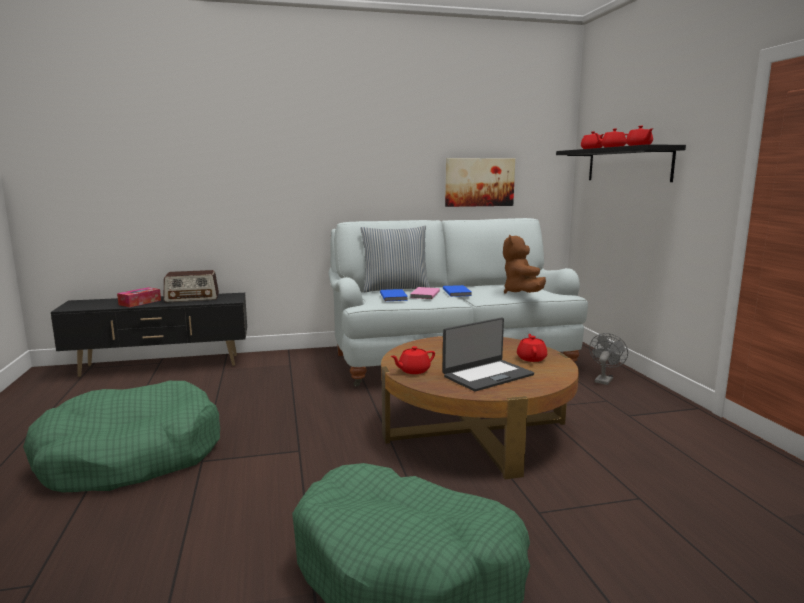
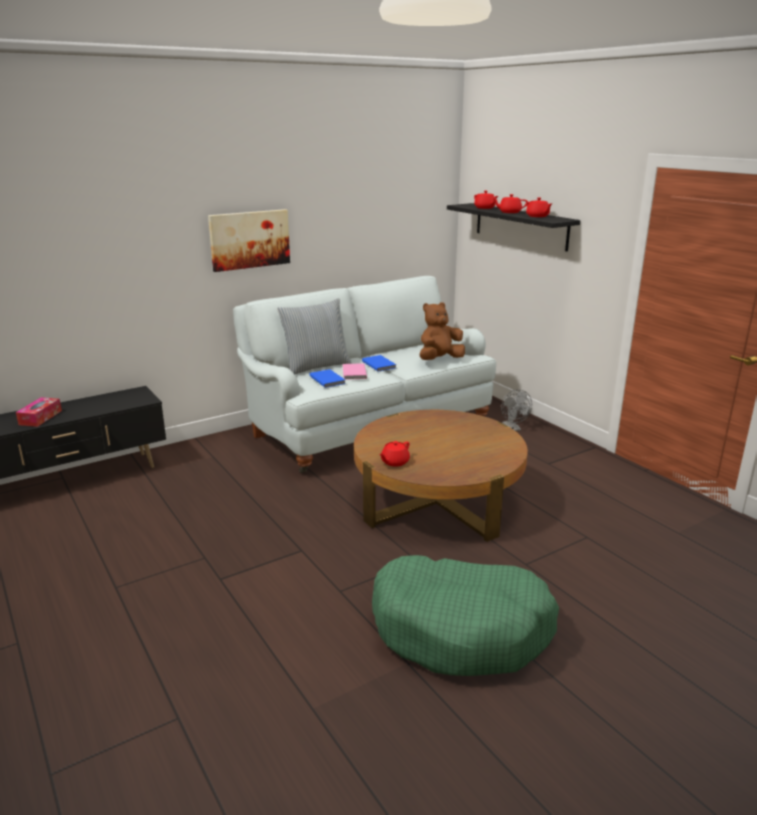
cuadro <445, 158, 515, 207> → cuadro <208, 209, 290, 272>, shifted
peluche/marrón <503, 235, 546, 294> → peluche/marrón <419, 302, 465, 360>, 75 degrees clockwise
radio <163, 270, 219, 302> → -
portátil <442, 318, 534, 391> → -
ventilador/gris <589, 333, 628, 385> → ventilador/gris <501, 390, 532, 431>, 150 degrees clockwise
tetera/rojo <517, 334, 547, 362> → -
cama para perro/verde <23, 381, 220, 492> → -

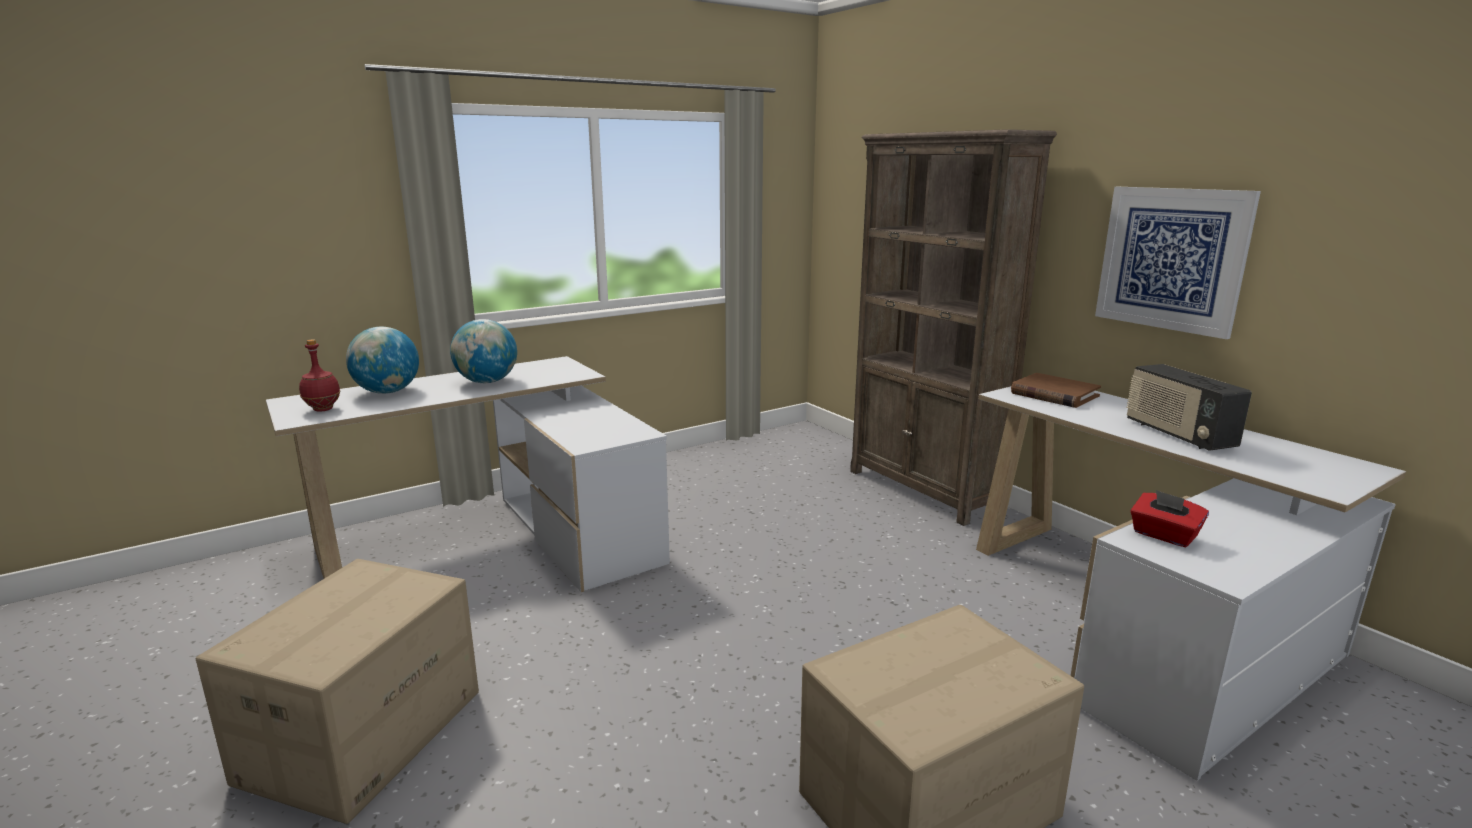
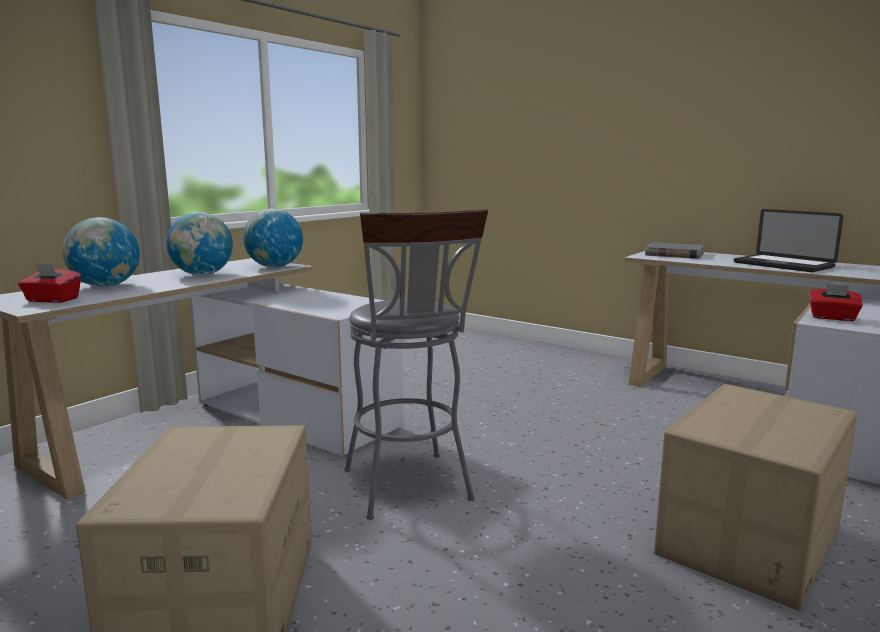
estantería/marrón <850, 129, 1057, 526> → -
cuadro <1095, 187, 1261, 339> → -
botella/rojo <299, 339, 341, 412> → caja de pañuelos/rojo <18, 263, 81, 303>
radio <1126, 364, 1252, 451> → portátil <734, 209, 844, 272>
libro/marrón <1011, 373, 1101, 408> → libro/gris <645, 242, 704, 259>
- → globo terráqueo <243, 208, 303, 267>
- → taburete/gris <344, 209, 488, 520>

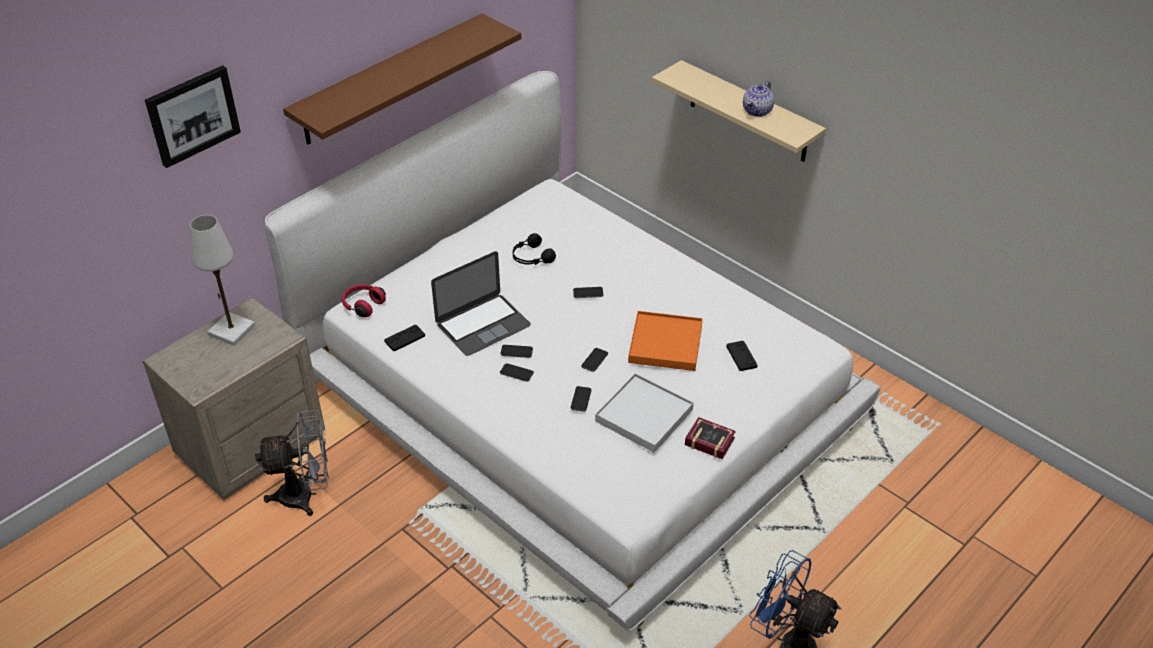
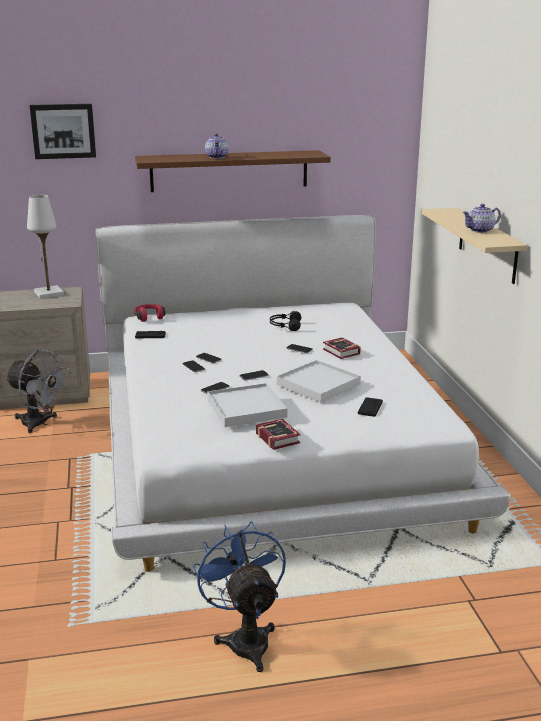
portátil <431, 251, 531, 356> → -
bandeja/naranja <628, 311, 703, 371> → bandeja/blanco <277, 360, 361, 402>
- → tetera <205, 133, 229, 159>
- → libro <323, 338, 361, 359>

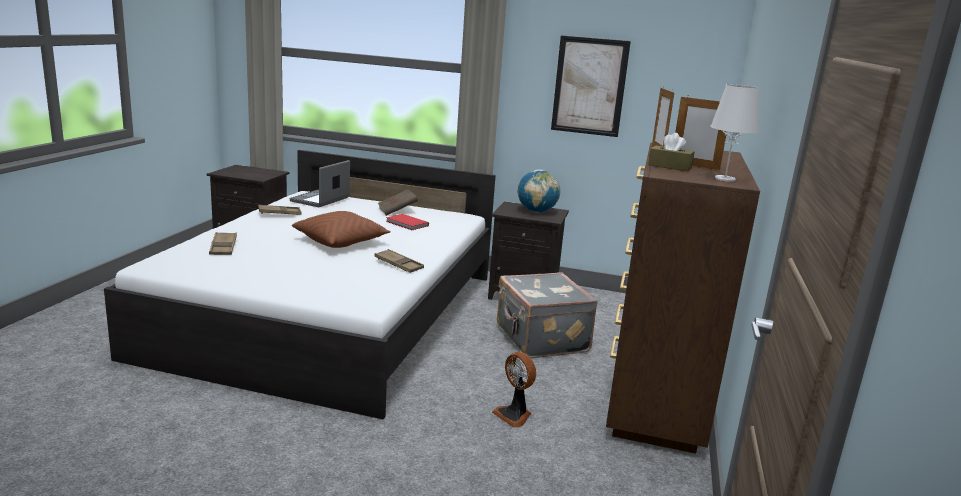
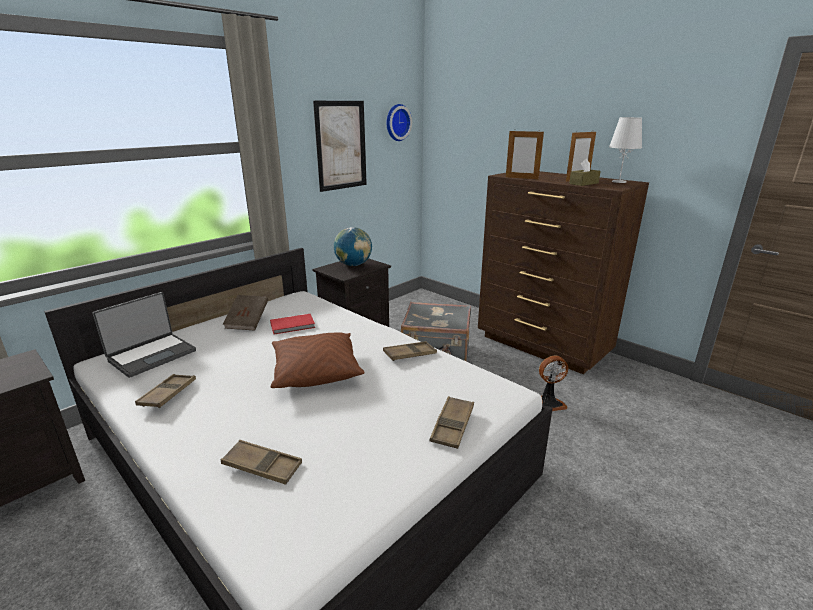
portátil <289, 160, 350, 207> → portátil <92, 292, 196, 378>, 105 degrees counterclockwise
- → reloj de pared <386, 104, 412, 141>
- → bandeja/marrón <430, 396, 474, 449>

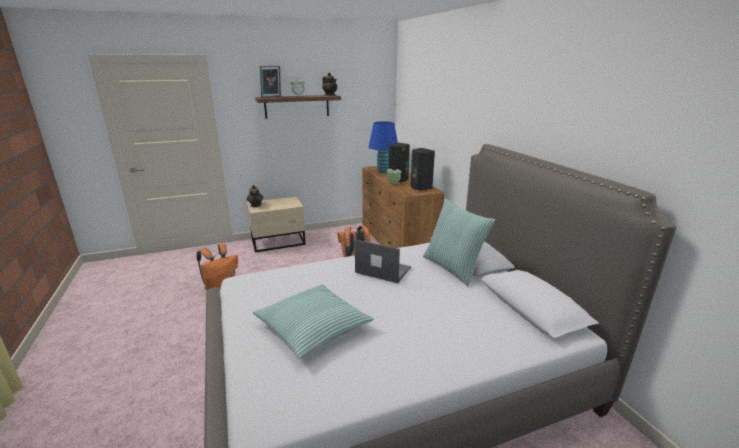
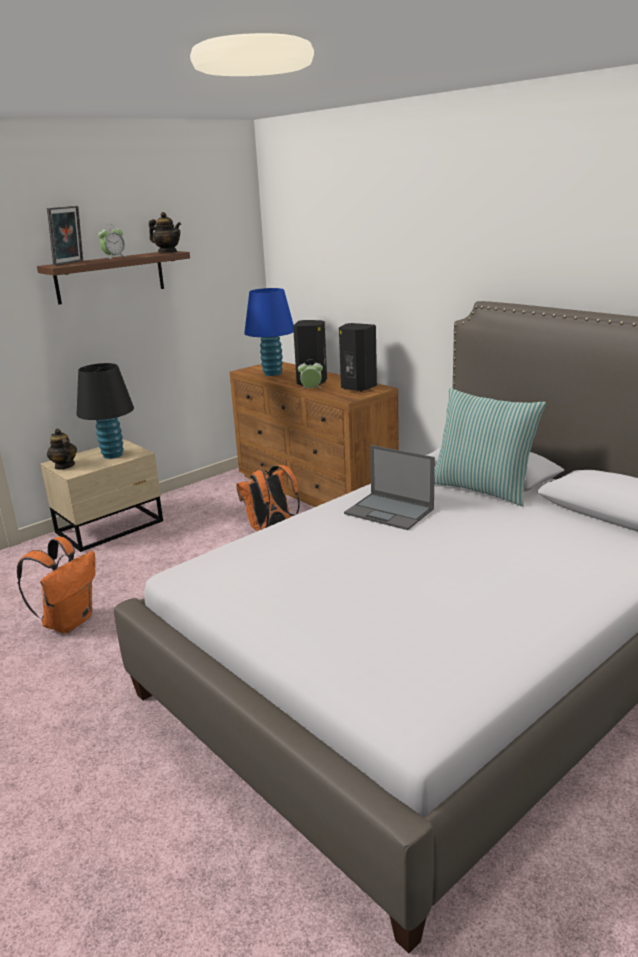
portátil <355, 239, 411, 283> → portátil <344, 445, 435, 530>, 150 degrees counterclockwise
cojín <253, 284, 374, 359> → -
- → lámpara de mesa/negro <77, 363, 134, 459>

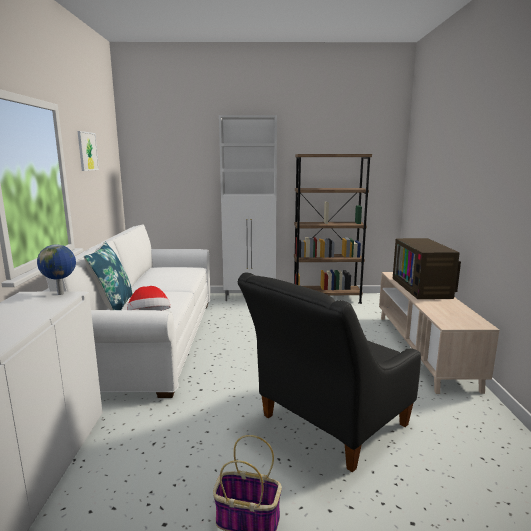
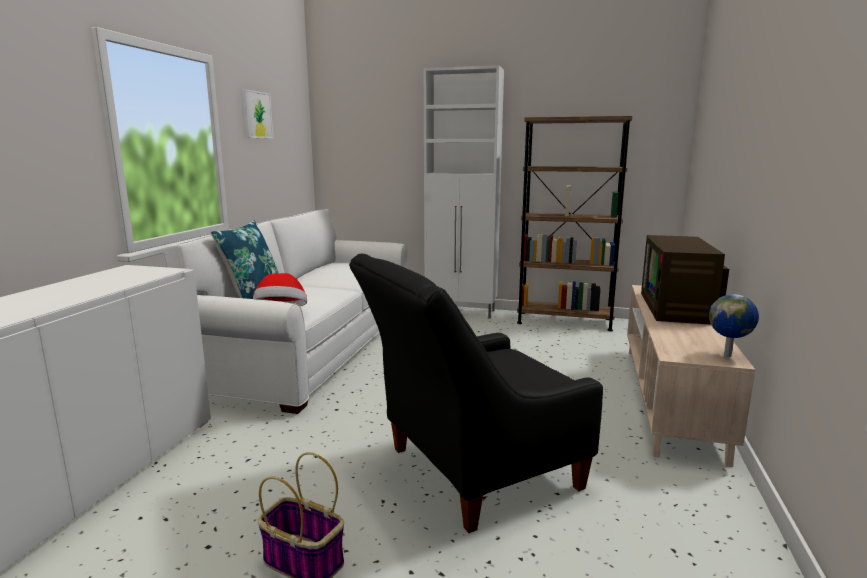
globo terráqueo <37, 245, 76, 295> → globo terráqueo <709, 294, 759, 357>, shifted

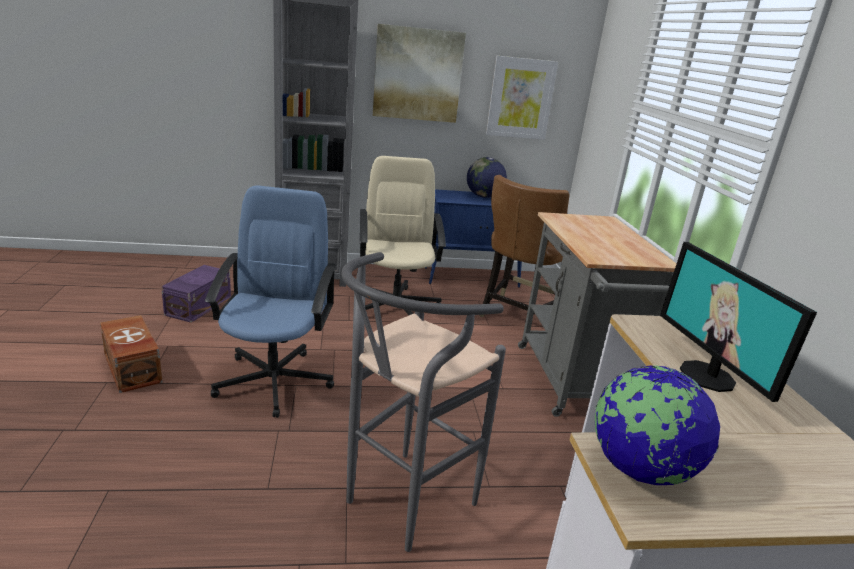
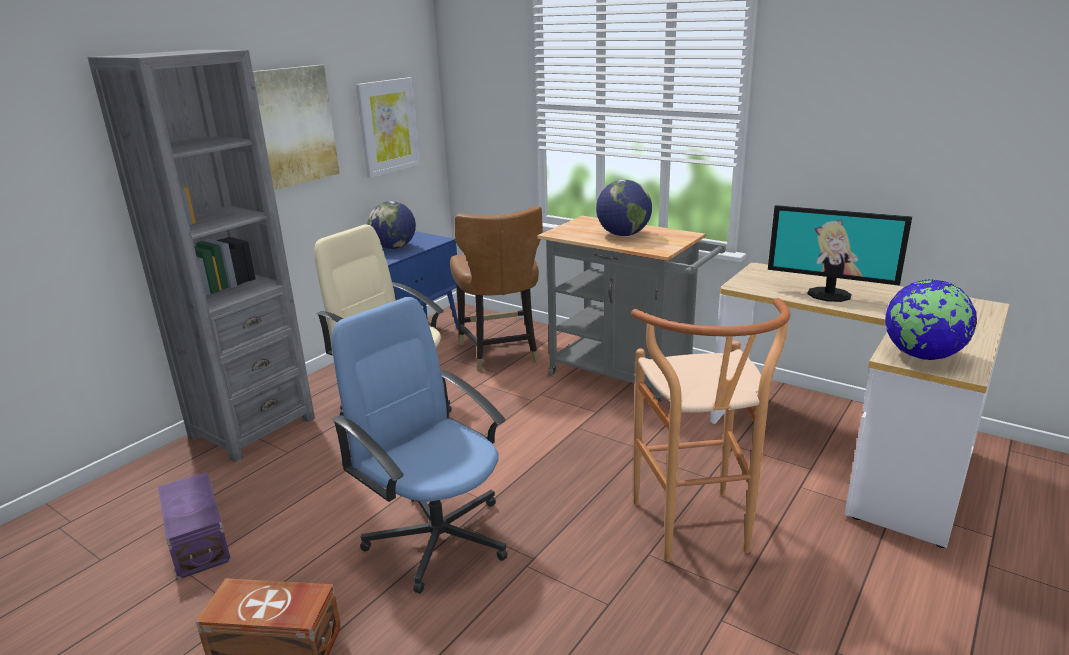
taburete/gris <341, 252, 506, 552> → taburete/marrón <631, 298, 791, 562>
- → globo terráqueo <596, 180, 652, 236>

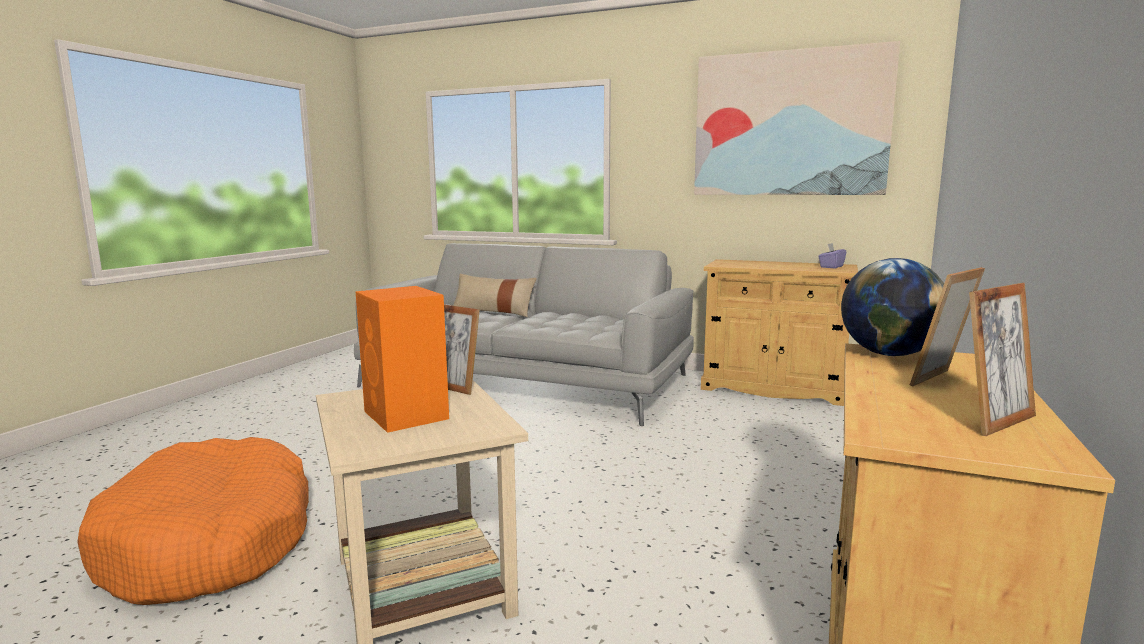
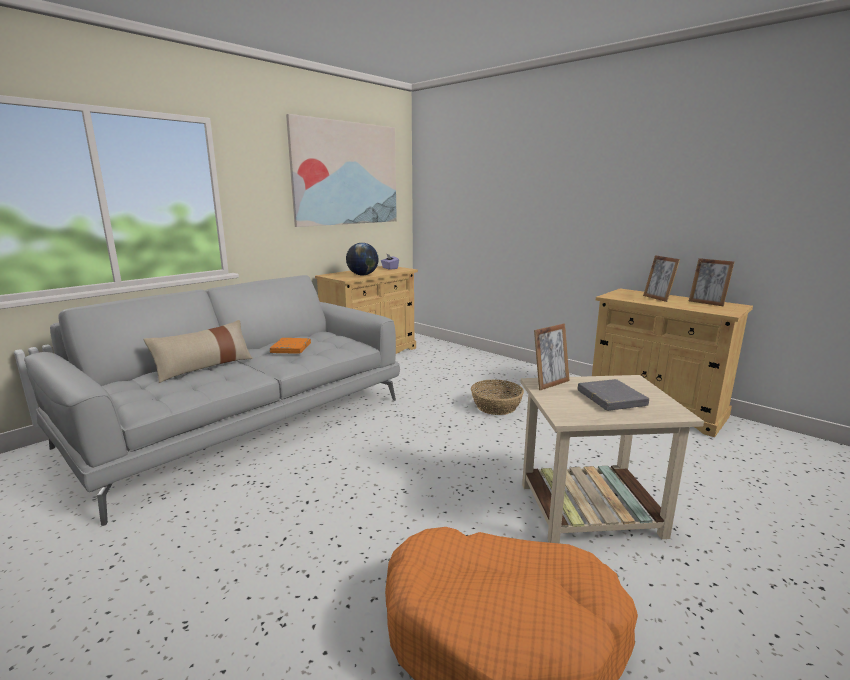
globo terráqueo <841, 258, 944, 356> → globo terráqueo <346, 243, 379, 275>, shifted
portarretratos <969, 283, 1036, 436> → portarretratos <689, 258, 735, 307>, 150 degrees clockwise
altavoz/naranja <356, 286, 449, 433> → libro/gris <577, 379, 649, 411>
- → libro/naranja <270, 338, 311, 354>
- → cesta <471, 379, 524, 415>

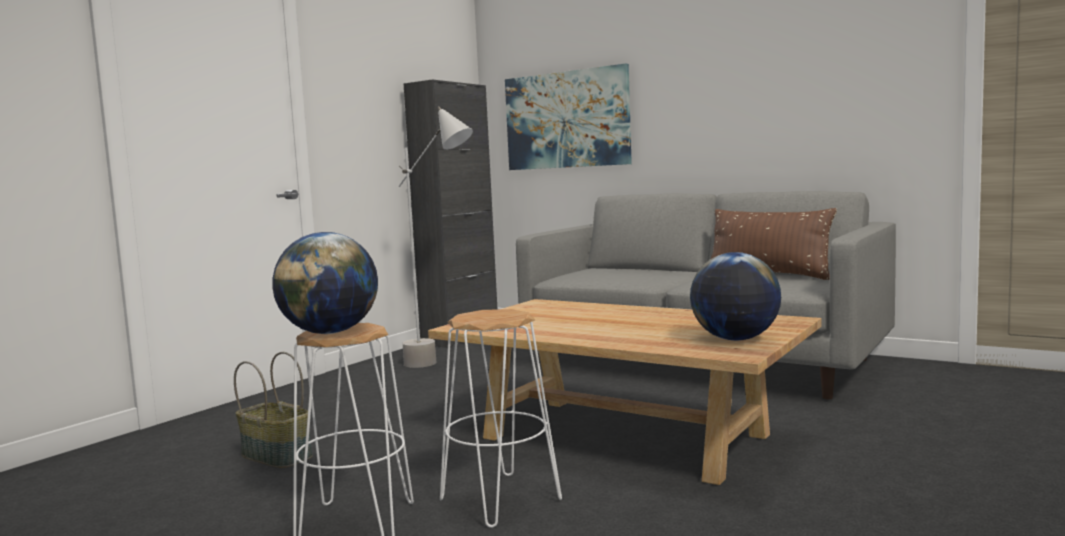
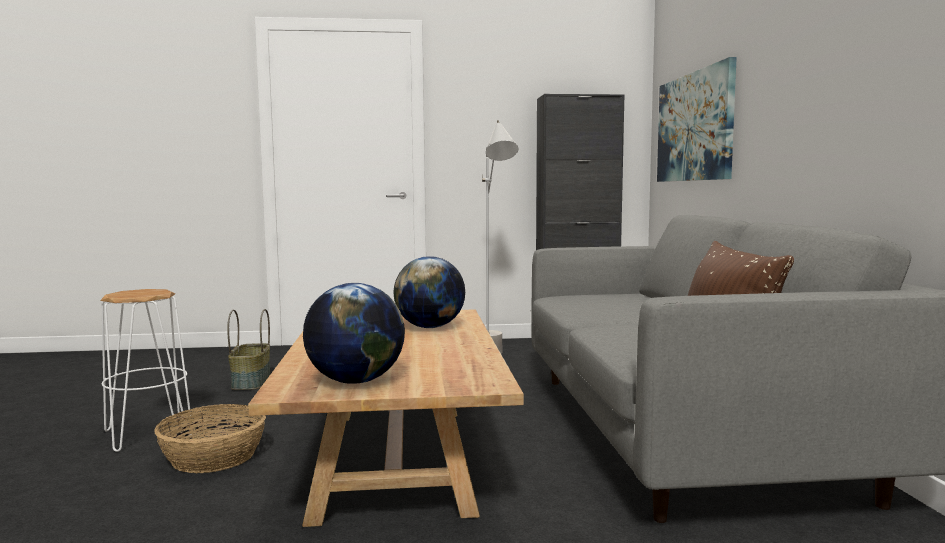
globo terráqueo <272, 232, 378, 334> → globo terráqueo <393, 256, 465, 328>, shifted
taburete/blanco <440, 309, 562, 528> → cesta <154, 404, 266, 473>

